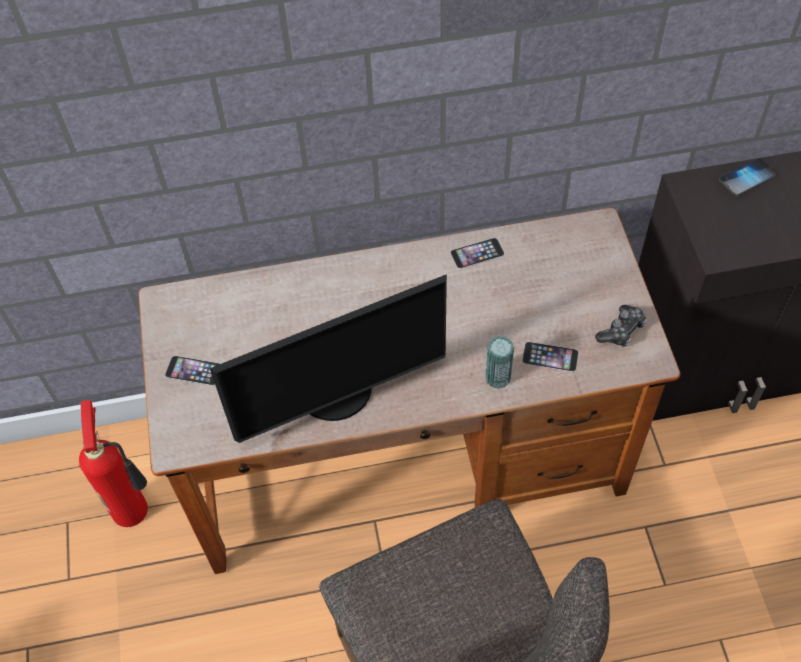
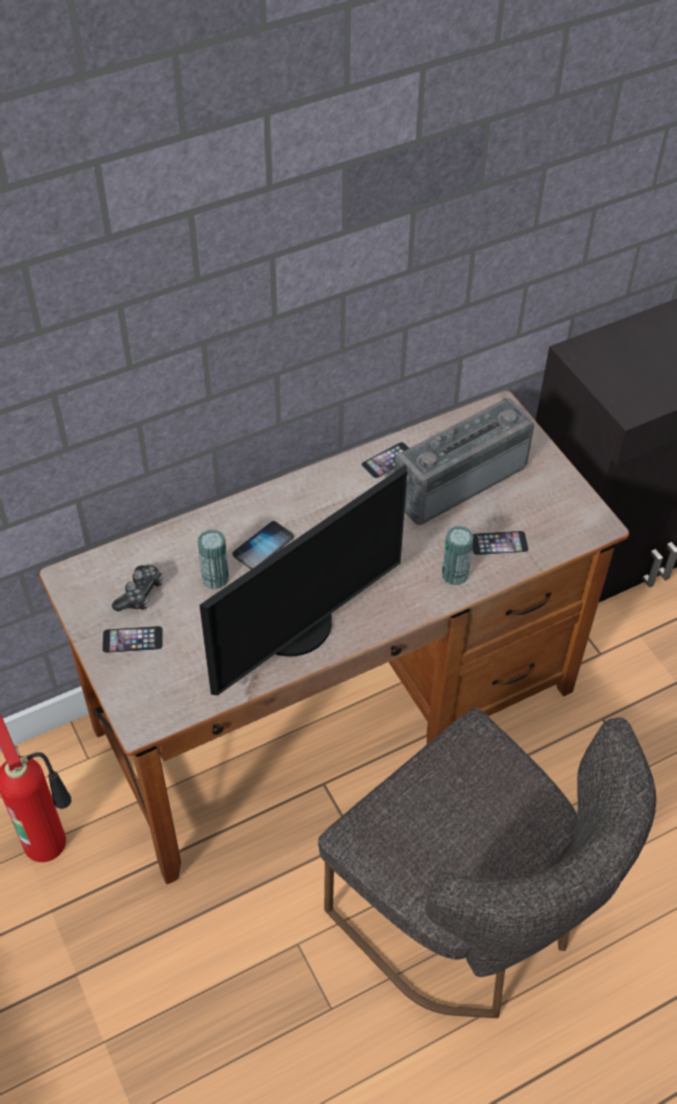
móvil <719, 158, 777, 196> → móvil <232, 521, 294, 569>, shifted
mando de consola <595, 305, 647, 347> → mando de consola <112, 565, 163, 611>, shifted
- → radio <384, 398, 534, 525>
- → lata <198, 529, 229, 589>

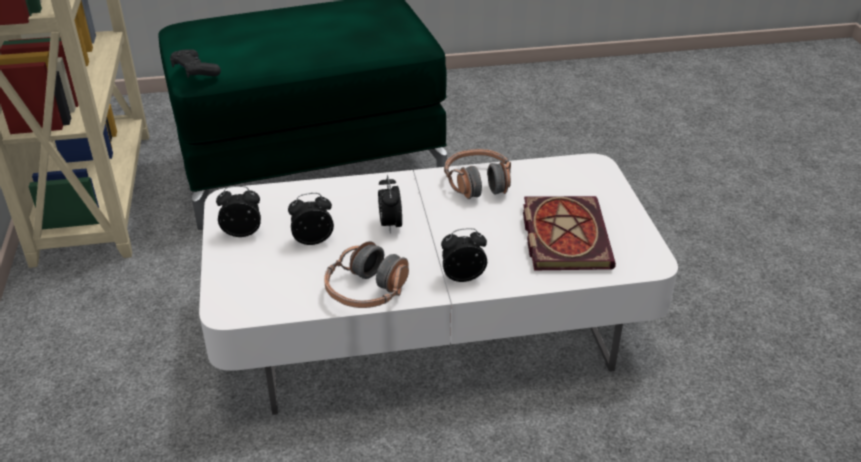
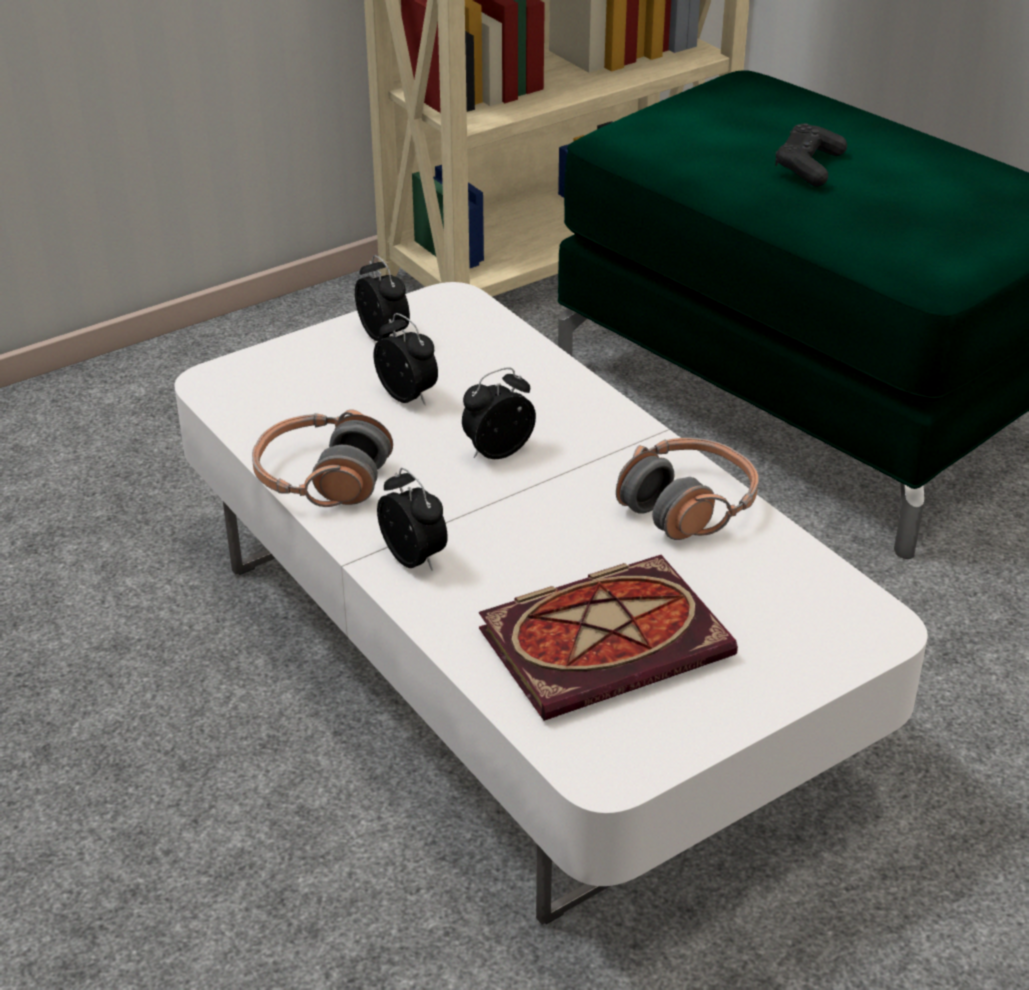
mando de consola/negro <170, 49, 221, 78> → mando de consola/negro <775, 123, 847, 187>, shifted

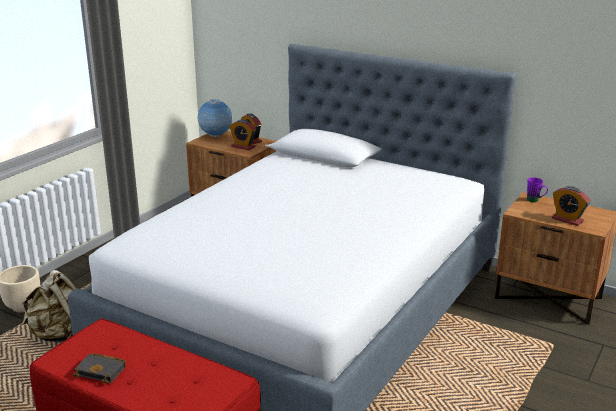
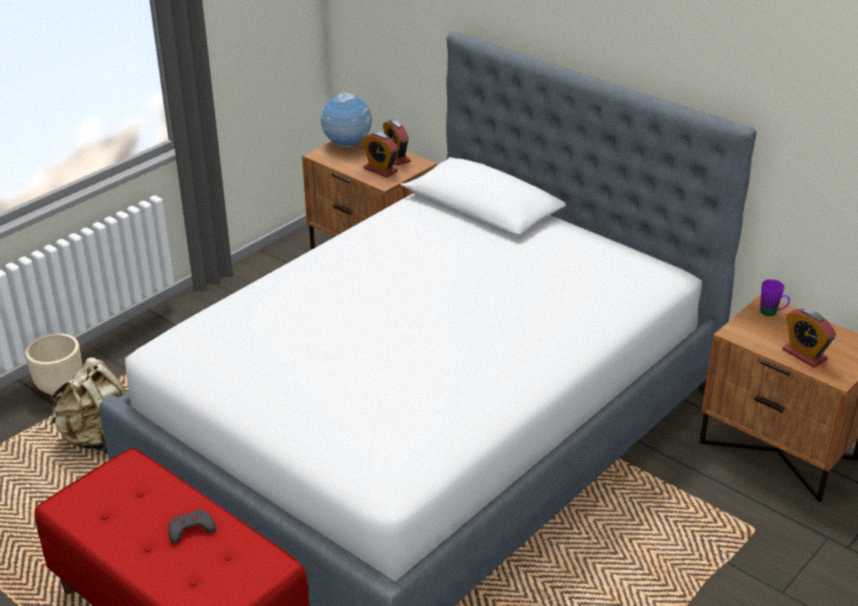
libro/negro <73, 353, 126, 384> → -
- → mando de consola/gris <168, 510, 216, 543>

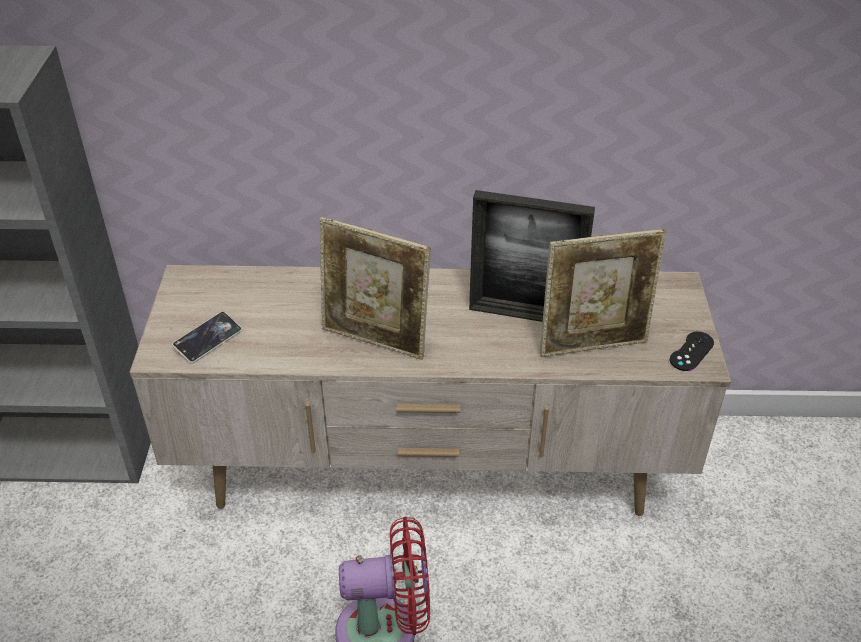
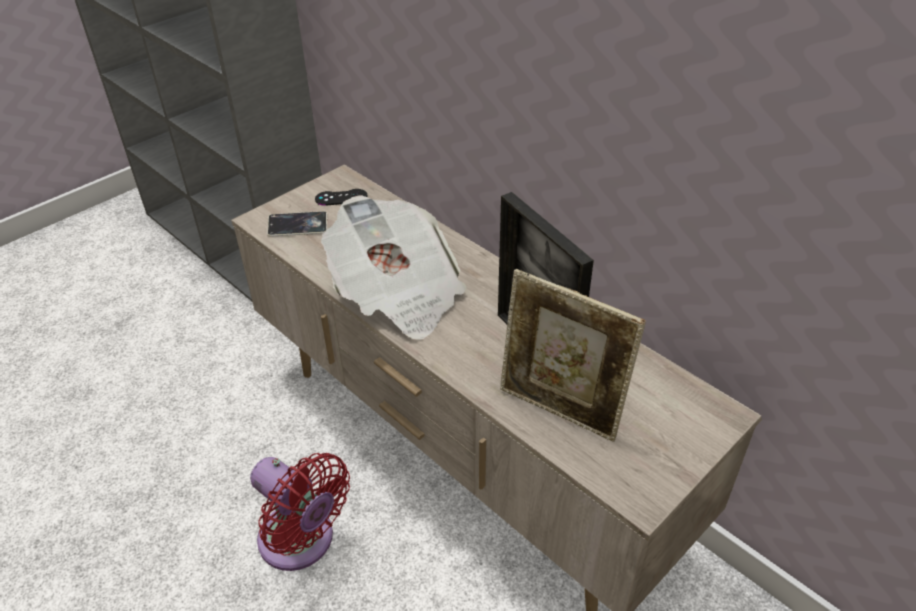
portarretratos <320, 217, 431, 360> → periódico <321, 195, 467, 340>
mando de consola/negro <670, 332, 714, 371> → mando de consola/negro <315, 189, 367, 206>, shifted

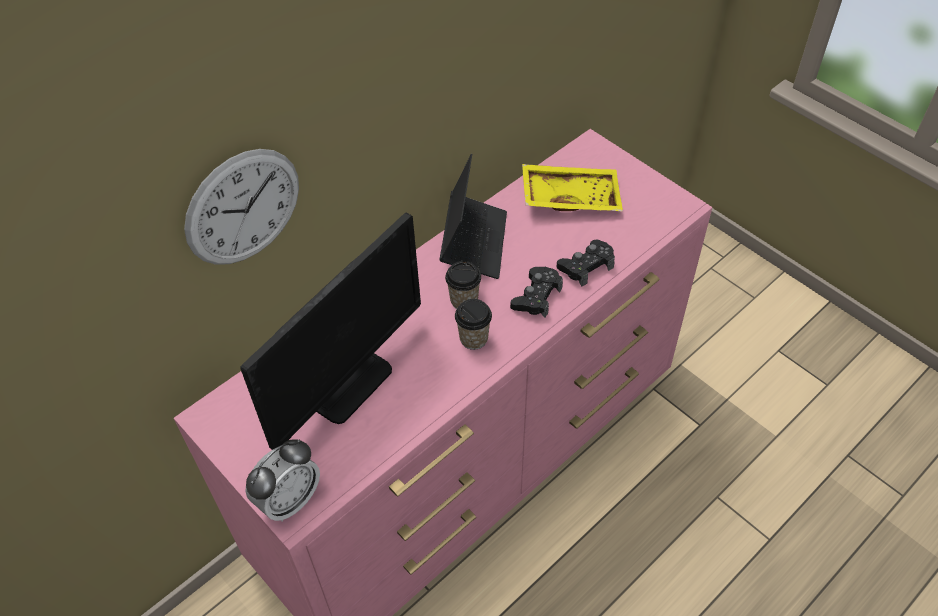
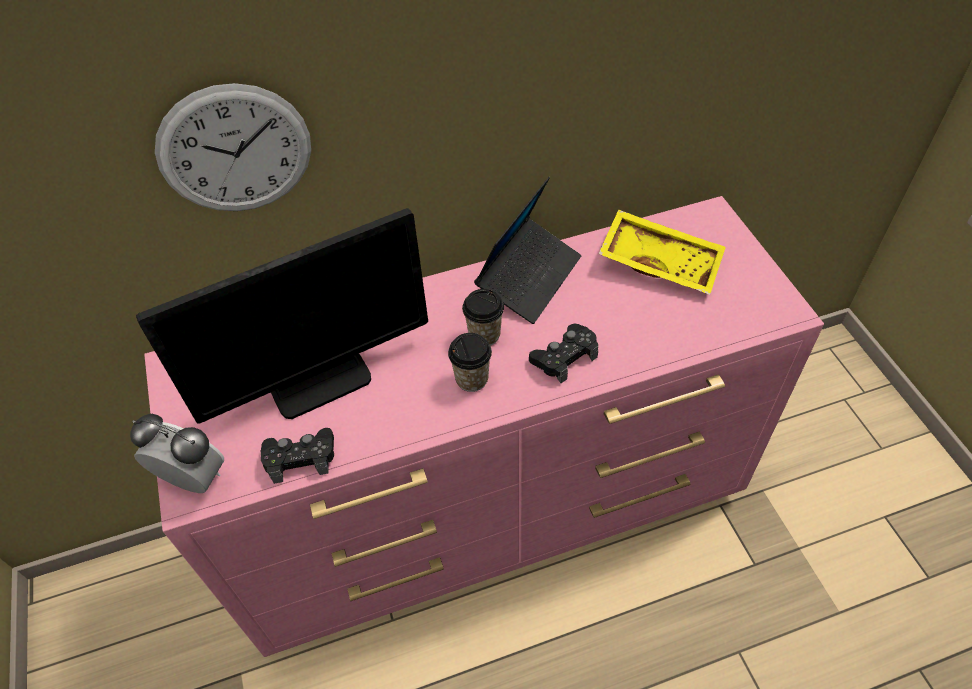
mando de consola/negro <557, 239, 615, 286> → mando de consola/negro <260, 428, 334, 484>, shifted
despertador <245, 439, 320, 522> → despertador <130, 414, 224, 493>, 135 degrees counterclockwise

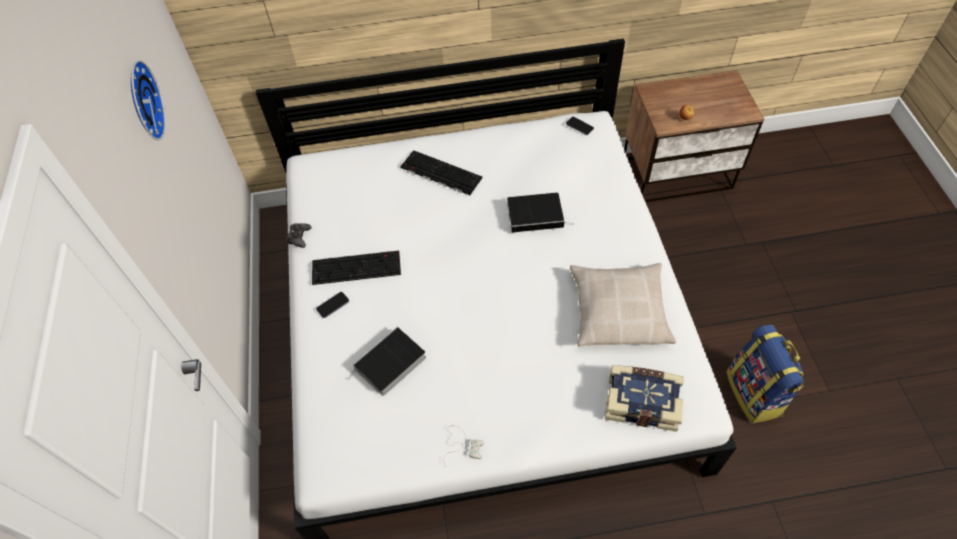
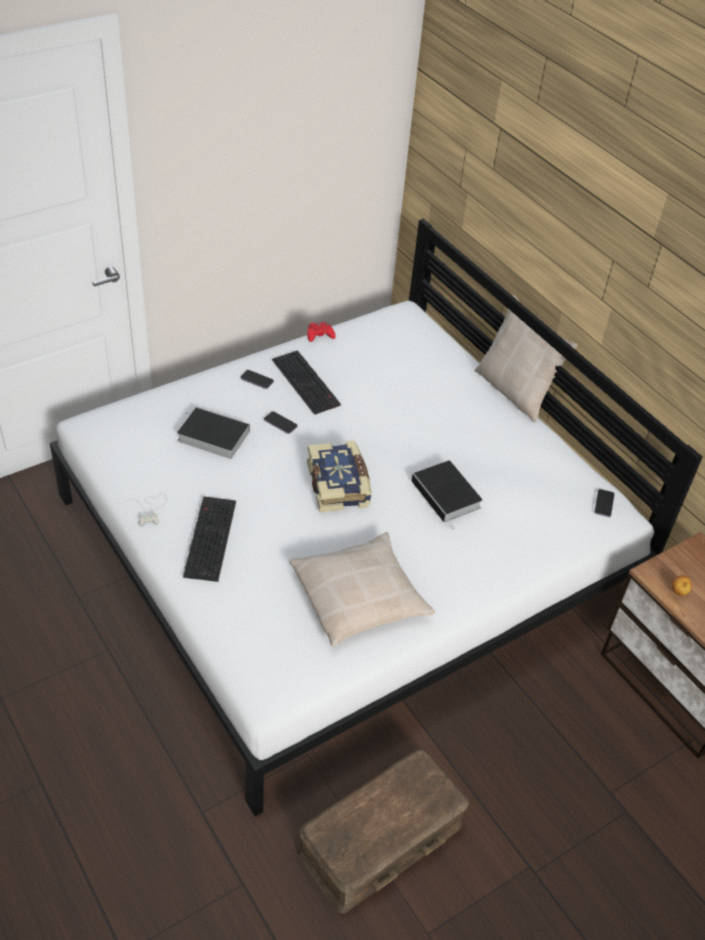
reloj de pared <131, 60, 166, 140> → -
teclado <400, 150, 483, 195> → teclado <183, 496, 236, 582>, shifted
mando de consola/negro <286, 223, 312, 248> → mando de consola/rojo <307, 322, 336, 342>
mochila <726, 325, 804, 423> → caja de almacenaje/marrón <298, 749, 469, 914>
libro <605, 365, 684, 432> → libro <307, 441, 372, 512>, shifted
- → cojín/beis <475, 295, 578, 422>
- → móvil <264, 411, 298, 434>

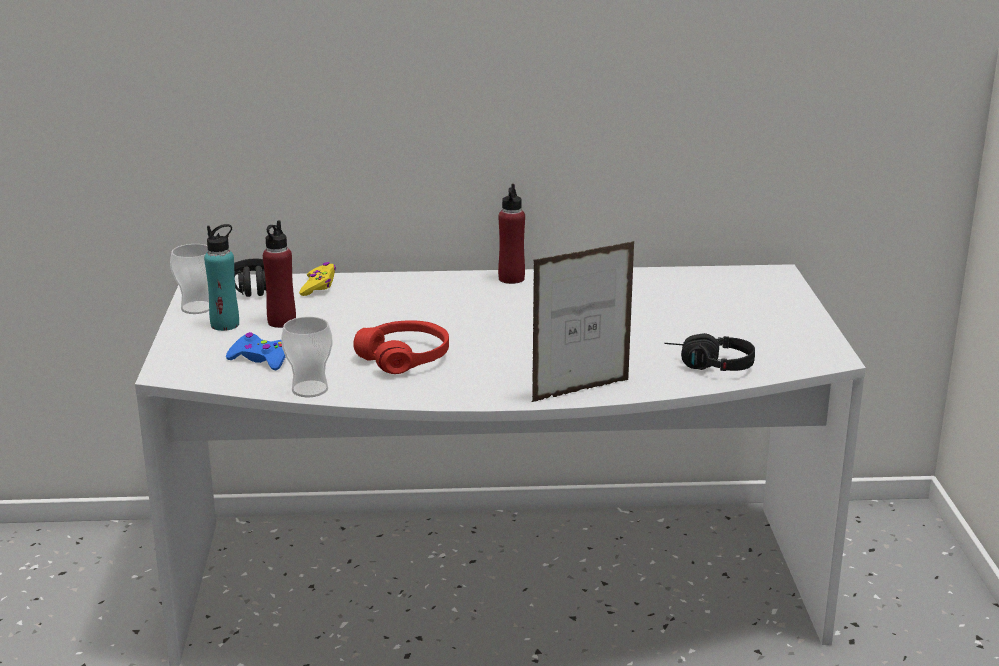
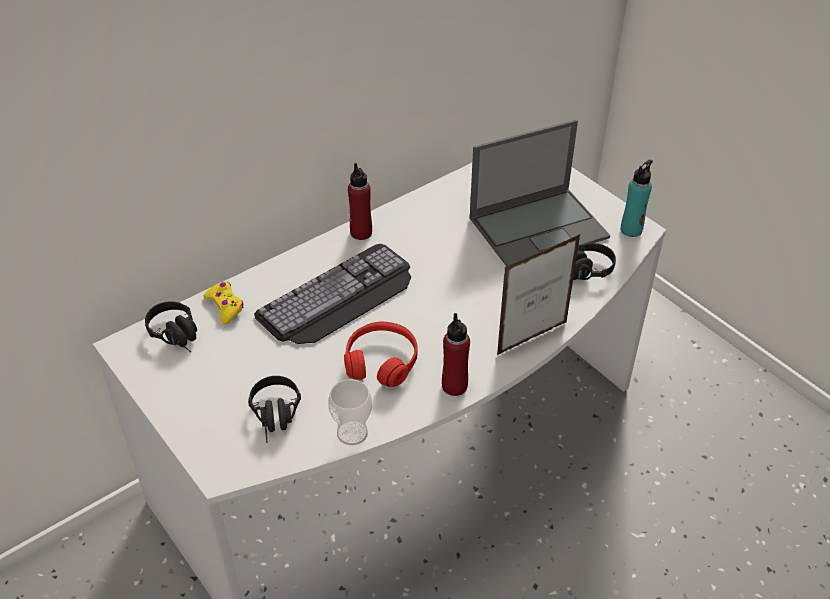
botella/rojo <263, 220, 296, 328> → botella/rojo <442, 313, 470, 396>, shifted
botella/turquesa <204, 224, 239, 331> → botella/turquesa <621, 159, 653, 237>, shifted
portarretratos <532, 241, 634, 402> → portarretratos <497, 234, 580, 355>, 150 degrees counterclockwise
taza <170, 244, 209, 314> → -
mando de consola/azul <226, 332, 286, 370> → auriculares/negro <248, 376, 301, 443>
- → portátil <469, 120, 610, 266>
- → teclado <254, 244, 411, 344>

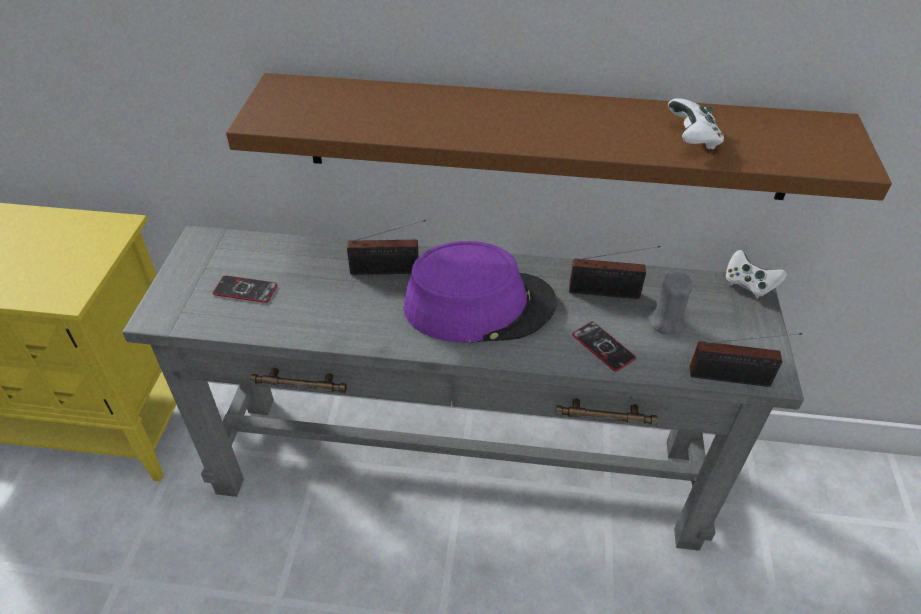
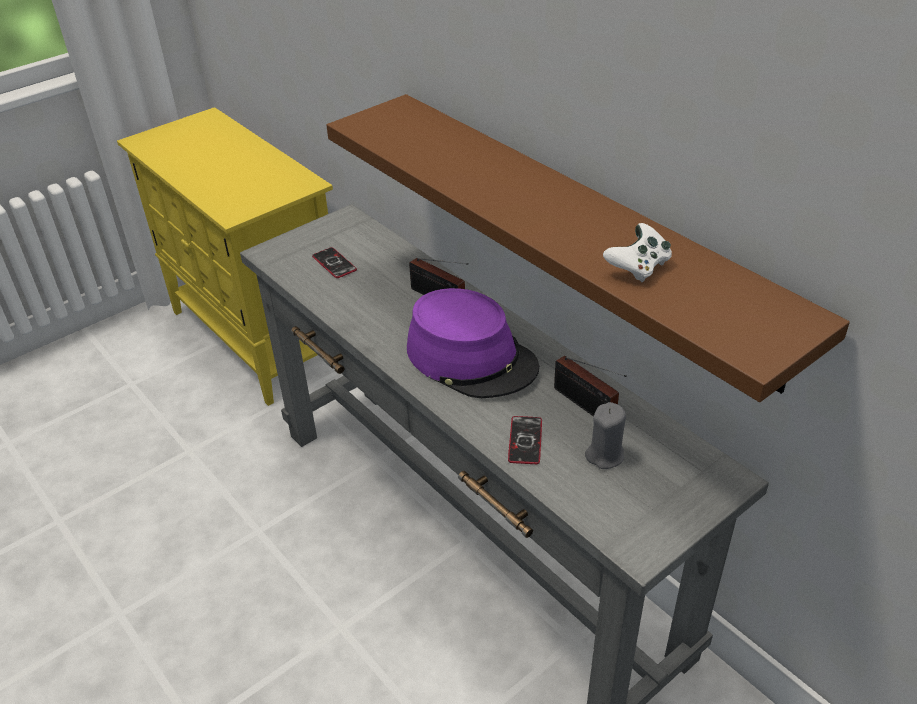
mando de consola/blanco <726, 250, 787, 299> → -
radio <690, 333, 802, 387> → -

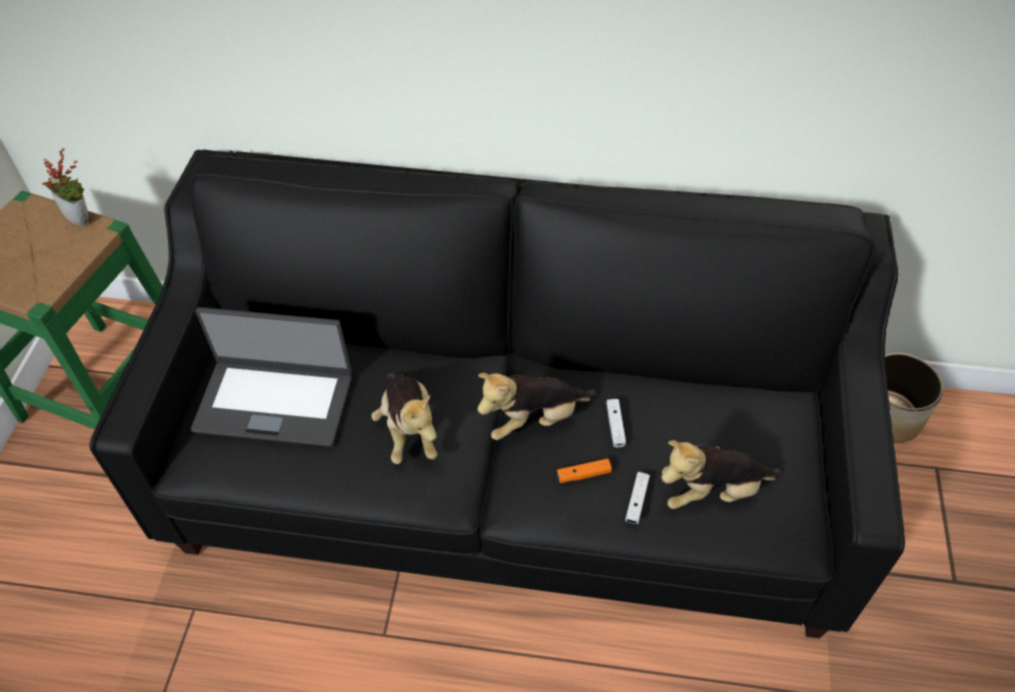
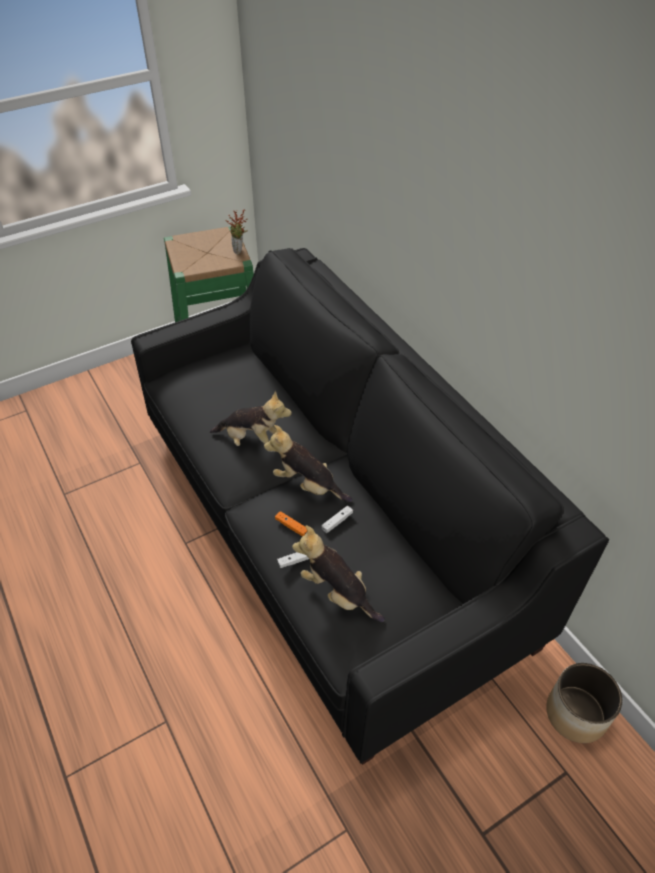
portátil <191, 307, 352, 447> → -
peluche <371, 374, 437, 464> → peluche <210, 391, 292, 452>, 105 degrees counterclockwise

